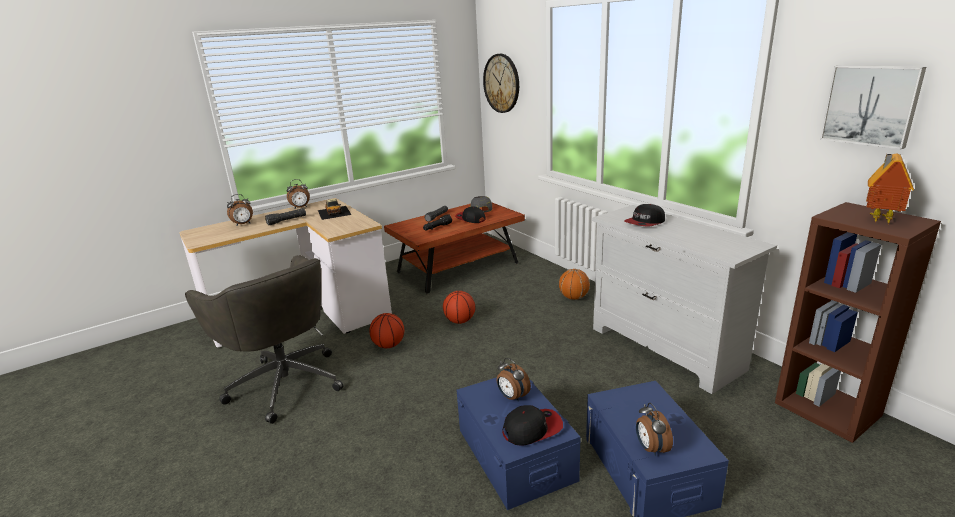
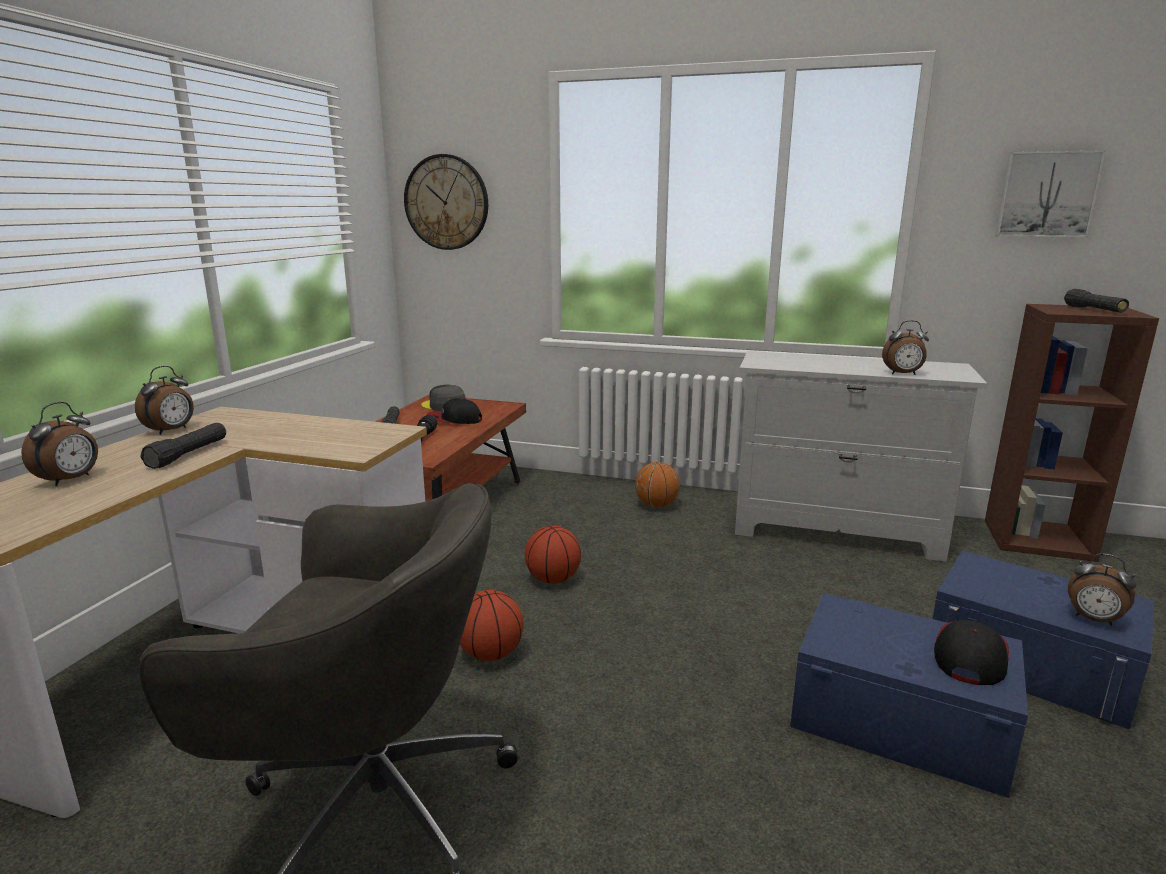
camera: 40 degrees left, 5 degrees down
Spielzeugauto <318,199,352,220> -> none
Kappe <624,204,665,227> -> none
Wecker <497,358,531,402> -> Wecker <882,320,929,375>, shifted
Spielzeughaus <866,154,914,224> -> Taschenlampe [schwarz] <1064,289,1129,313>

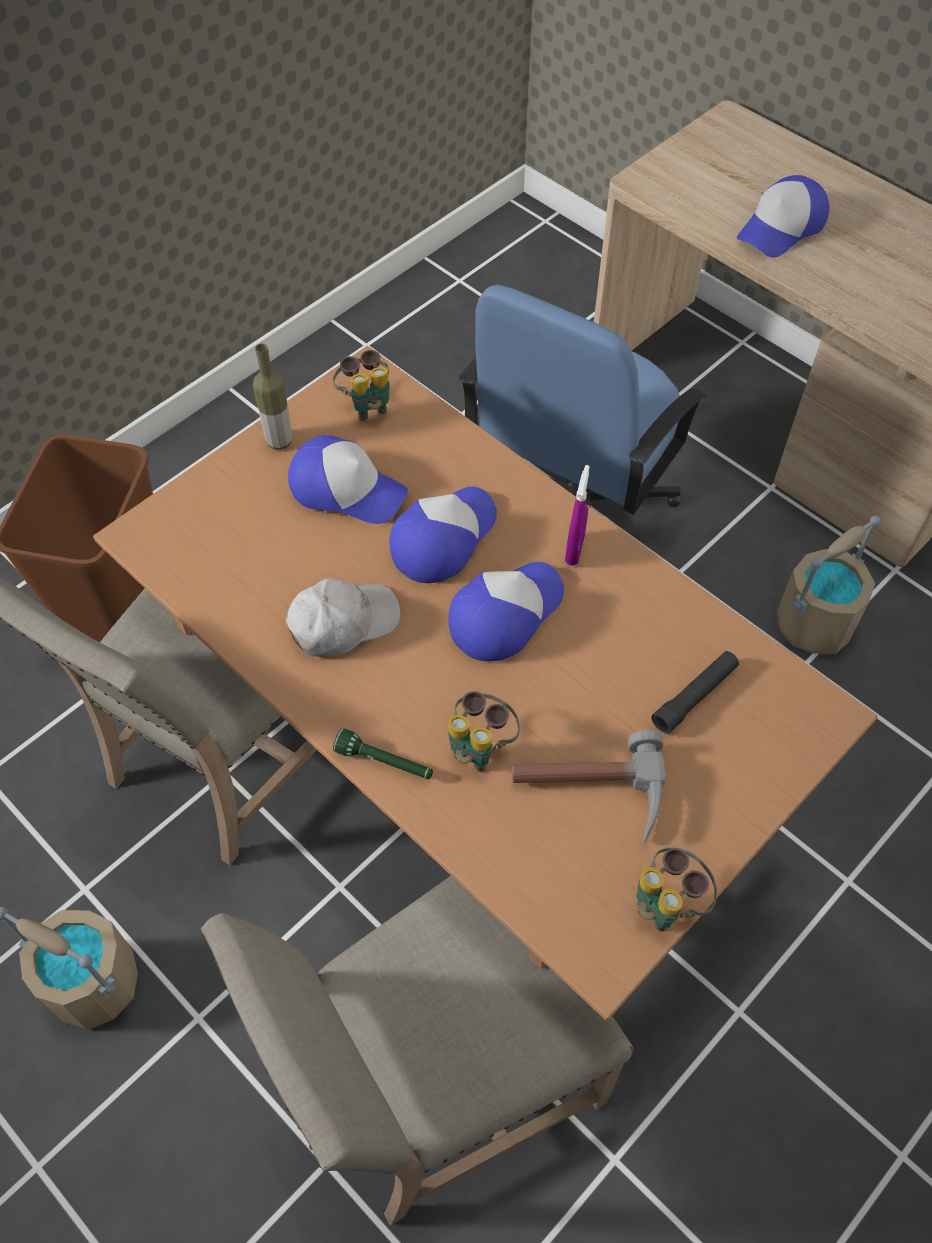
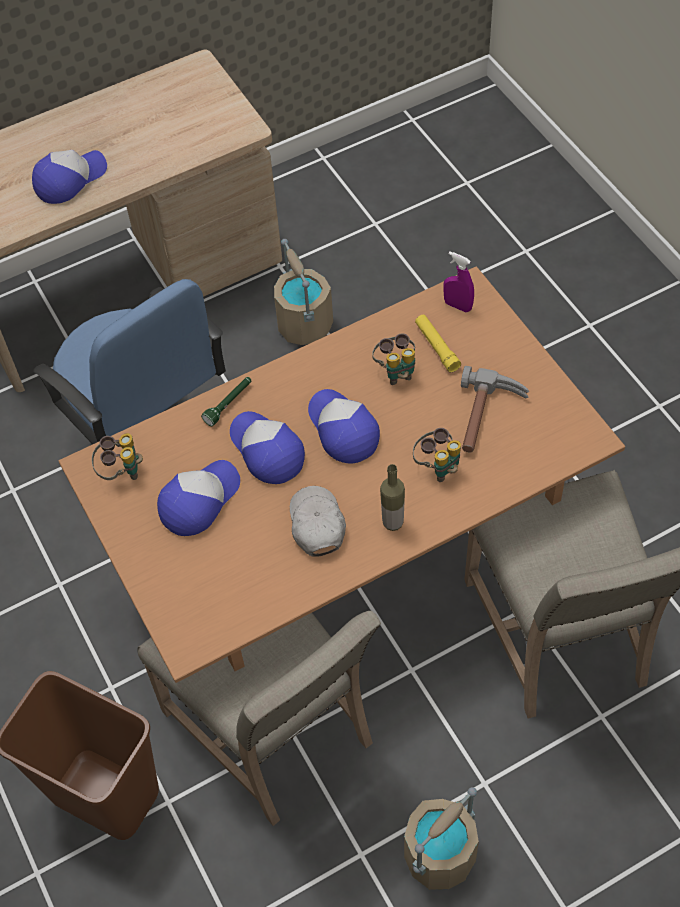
camera: 70 degrees left, 0 degrees up
Flasche <253,344,292,450> -> Flasche <380,464,405,531>, shifted
Taschenlampe [grün] <333,728,433,779> -> Taschenlampe [grün] <201,377,251,426>, shifted
Sprühflasche [lila] <565,465,590,566> -> Sprühflasche [lila] <443,251,474,312>, shifted
Fernglas <637,847,717,931> -> Fernglas <372,333,415,385>, shifted
Taschenlampe [schwarz] <651,651,739,734> -> Taschenlampe [gelb] <415,315,461,372>
Kappe <737,175,830,258> -> Kappe <32,150,107,204>, 105 degrees counterclockwise

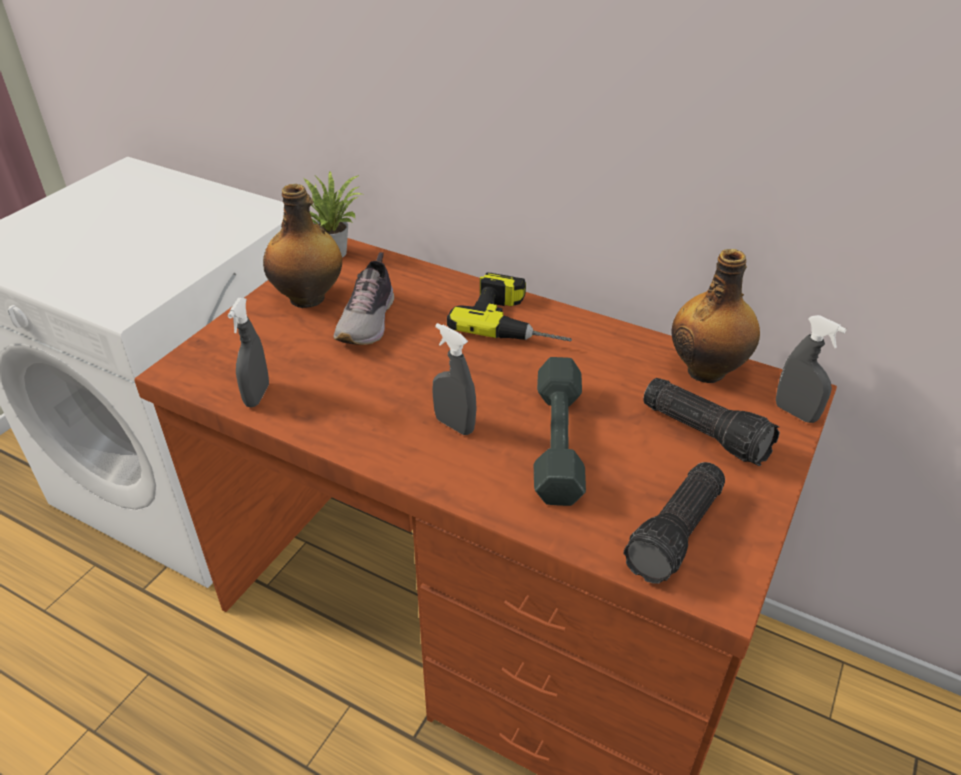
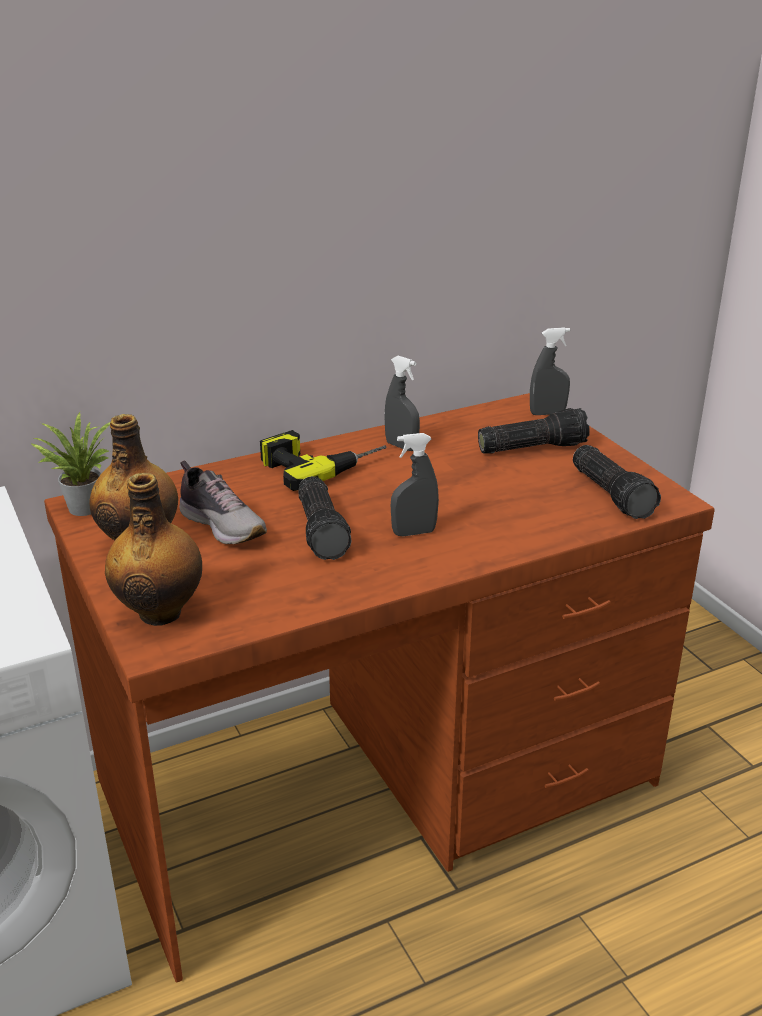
camera: 55 degrees left, 10 degrees down
Hantel [grau] <534,357,586,506> -> none
none -> Taschenlampe <298,476,351,560>
Sprühflasche [grau] <227,298,269,407> -> Sprühflasche [grau] <384,356,420,451>, shifted
Flasche <671,249,760,383> -> Flasche <105,473,202,626>, shifted

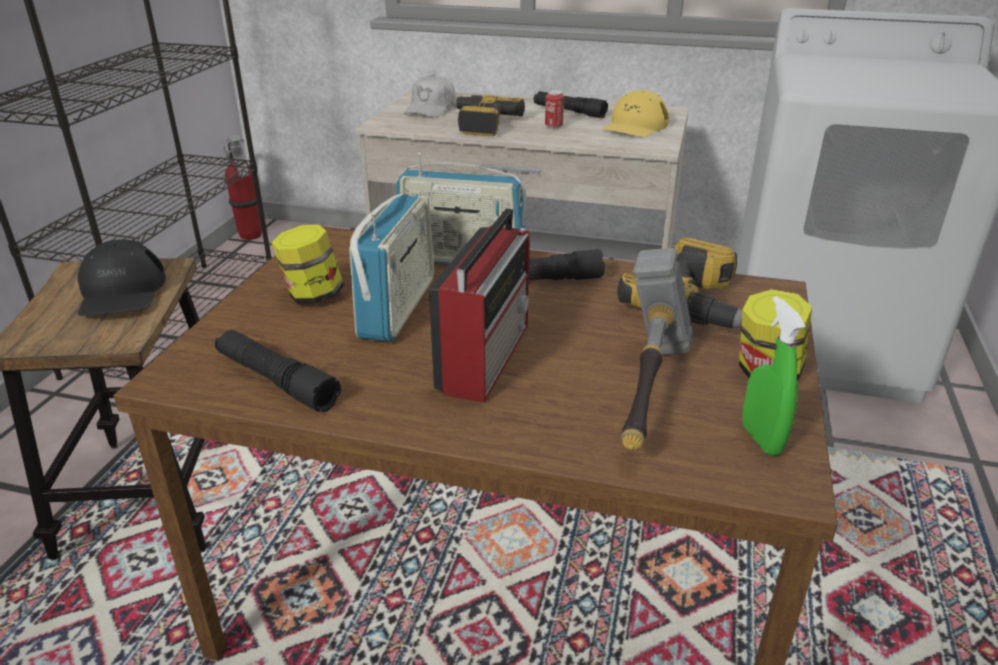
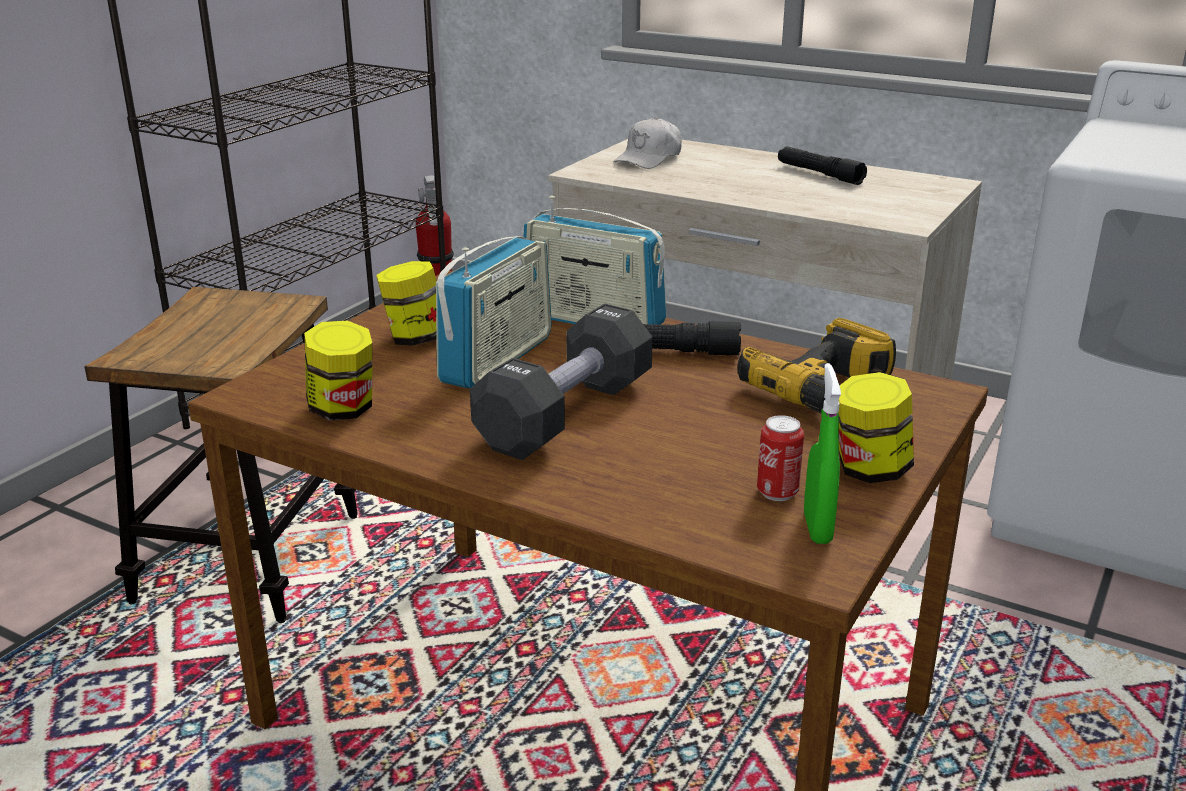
camera: 15 degrees right, 5 degrees down
Kappe [schwarz] <77,239,166,316> -> none
Bohrmaschine <451,95,525,136> -> none
Kappe [gelb] <602,90,669,137> -> none
Hammer <622,248,693,451> -> none
Dose <545,90,564,129> -> Dose <757,415,804,501>, shifted
Taschenlampe [schwarz] <215,330,341,412> -> Vorratsglas <304,321,373,421>
Radio <429,208,530,403> -> Hantel [schwarz] <470,304,653,460>

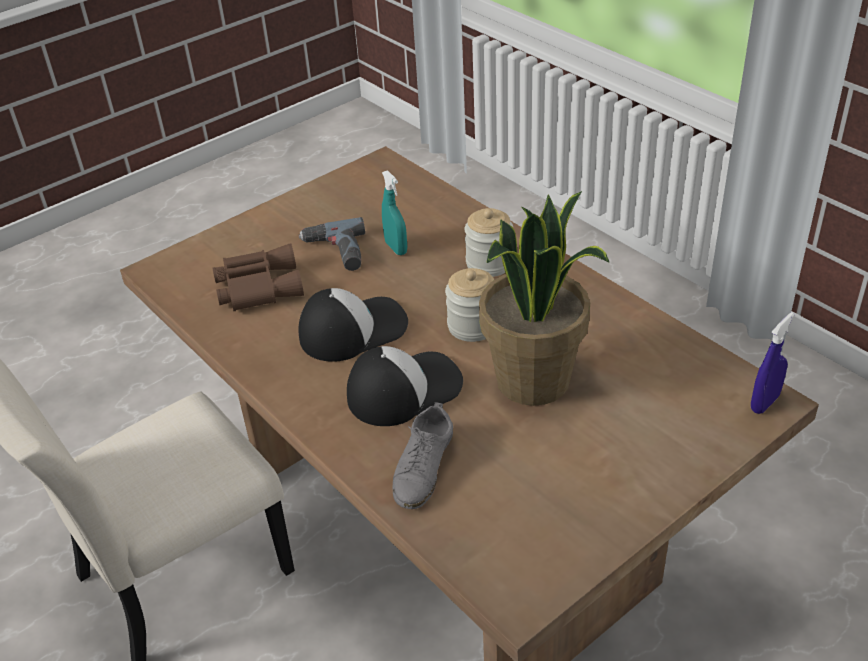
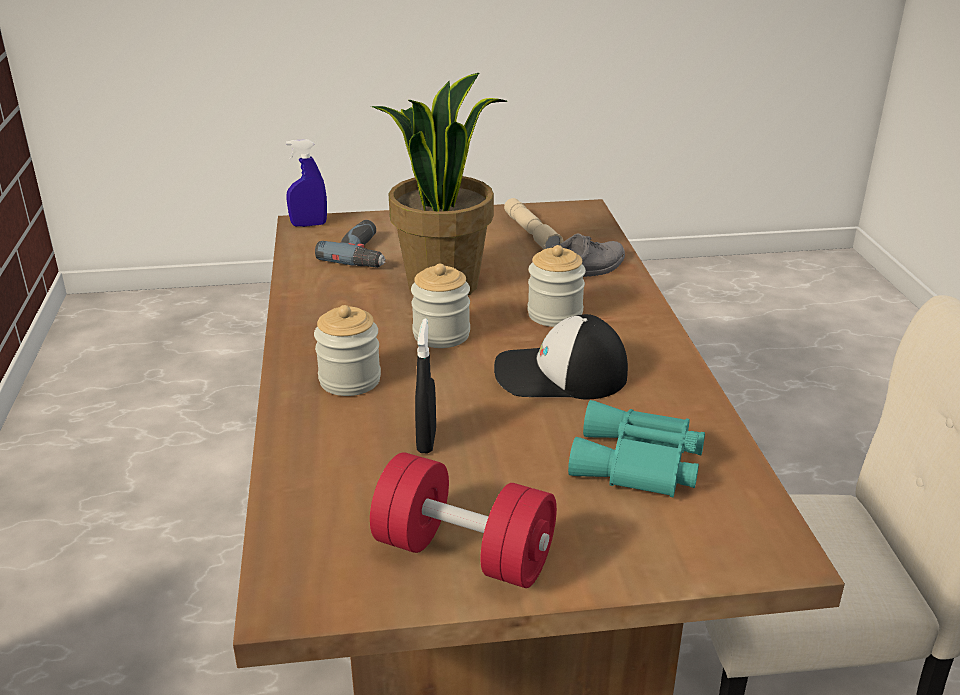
camera: 150 degrees left, 10 degrees down
none -> Hantel [rot] <370,452,557,588>
none -> Taschenlampe [beige] <504,198,564,249>
Bohrmaschine <299,217,365,271> -> Bohrmaschine <315,220,386,268>, shifted
Kappe <347,346,463,426> -> Vorratsglas <527,245,586,327>
Fernglas [braun] <212,243,304,311> -> Fernglas [türkis] <568,400,705,497>
Sprühflasche [türkis] <382,170,407,255> -> Sprühflasche [schwarz] <415,318,436,453>

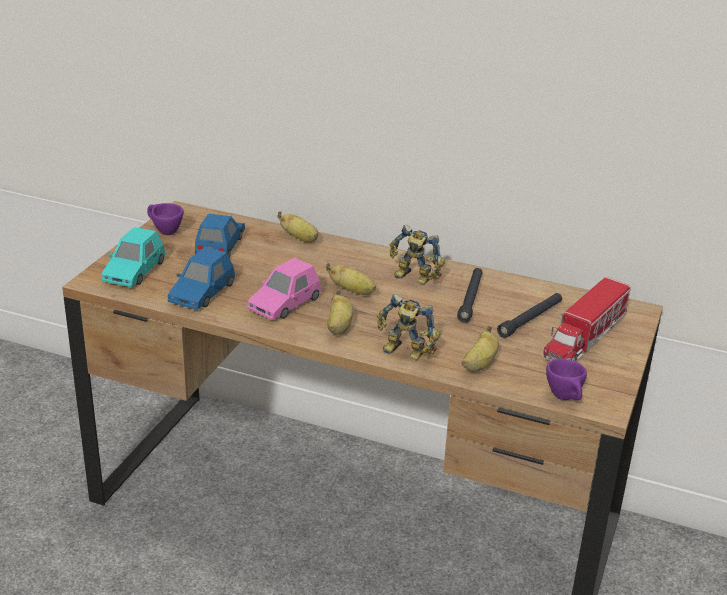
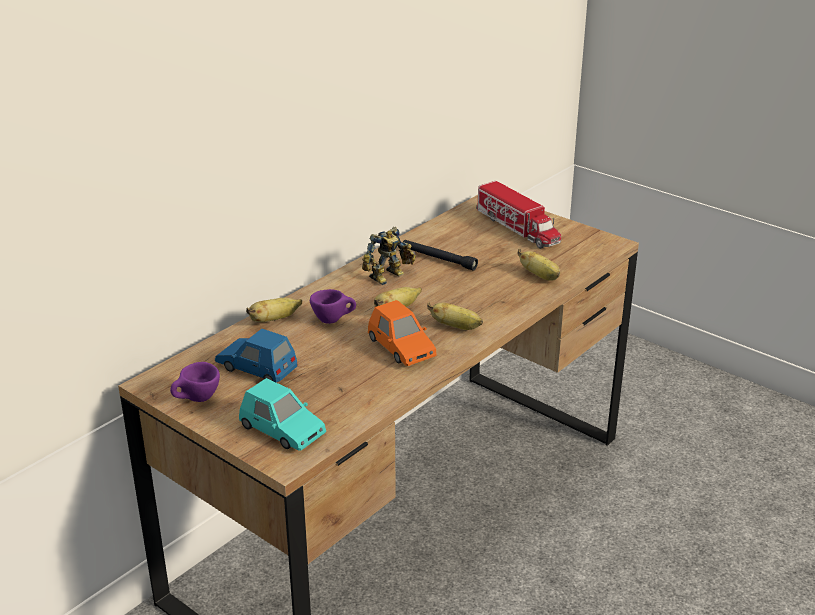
camera: 70 degrees left, 0 degrees up
Spielzeugauto [blau] <168,247,235,310> -> none
Spielzeugroboter <377,294,440,360> -> none
Taschenlampe [schwarz] <497,293,562,338> -> none
Tasse [lila] <546,359,587,400> -> Tasse [lila] <310,289,356,324>, shifted
Spielzeugauto [rosa] <247,258,321,320> -> Spielzeugauto [orange] <368,300,437,366>

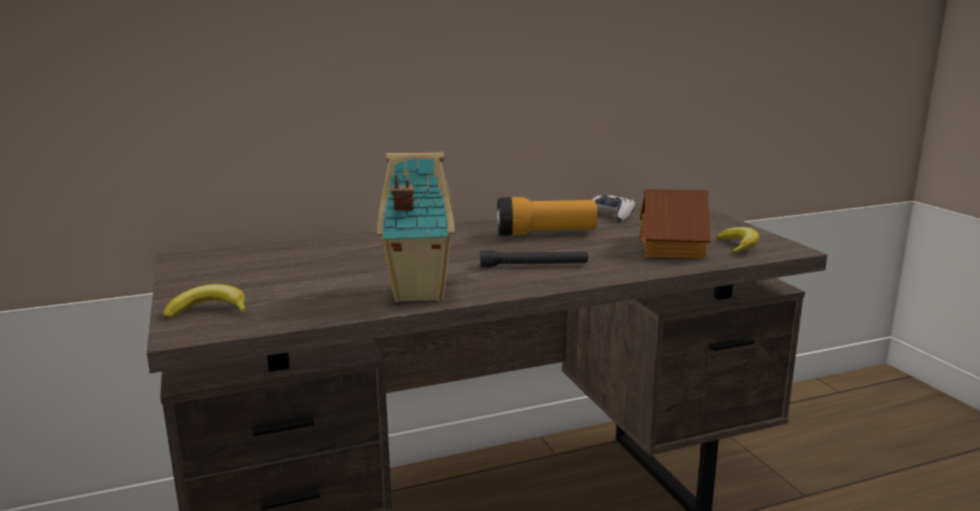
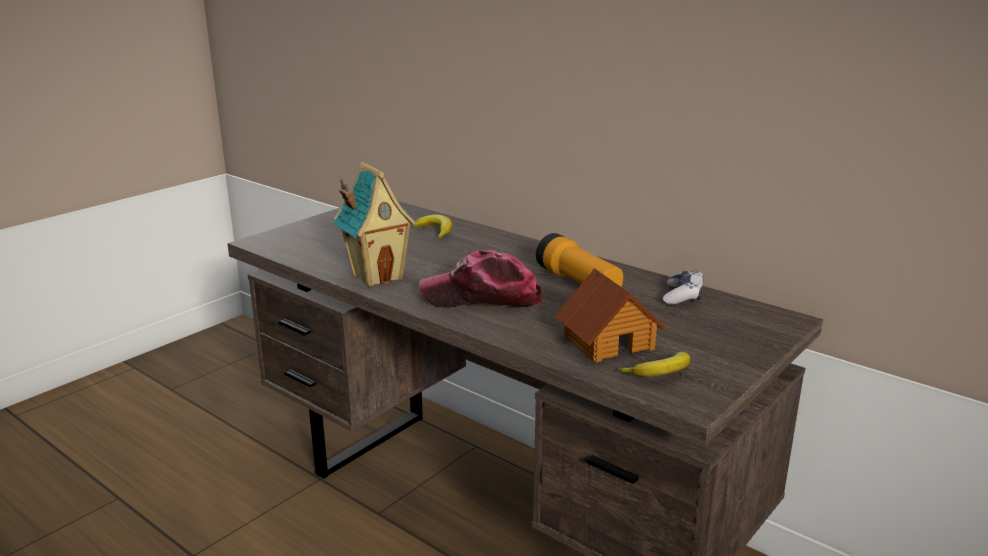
camera: 60 degrees right, 5 degrees up
Banane <164,284,247,319> -> Banane <412,214,452,240>, shifted
Taschenlampe [schwarz] <480,250,588,267> -> Kappe <419,250,543,308>

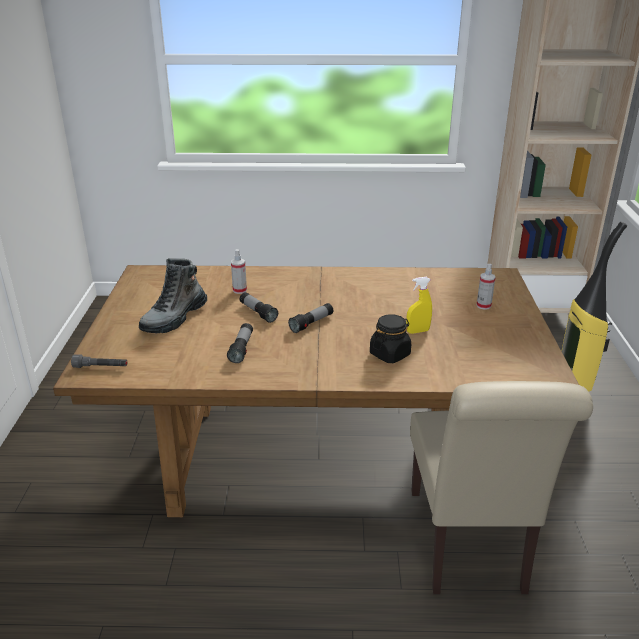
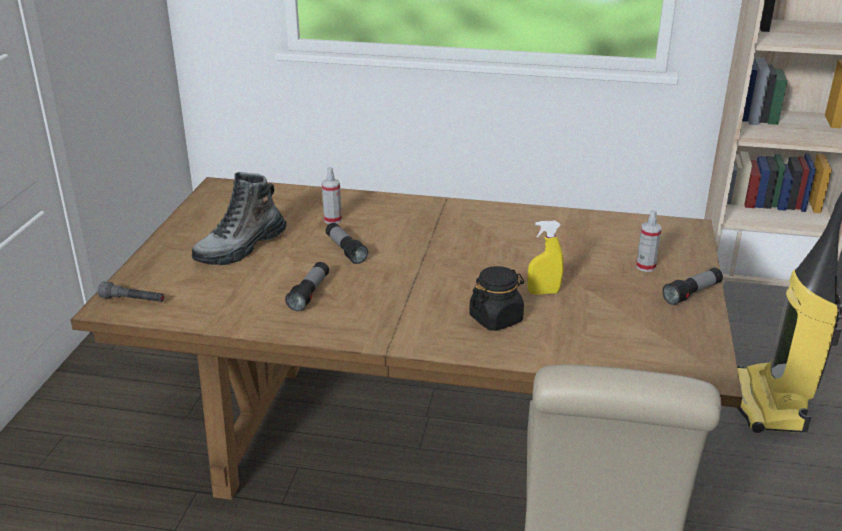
camera: 10 degrees right, 0 degrees up
Taschenlampe <288,303,333,333> -> Taschenlampe <662,267,723,305>, shifted

